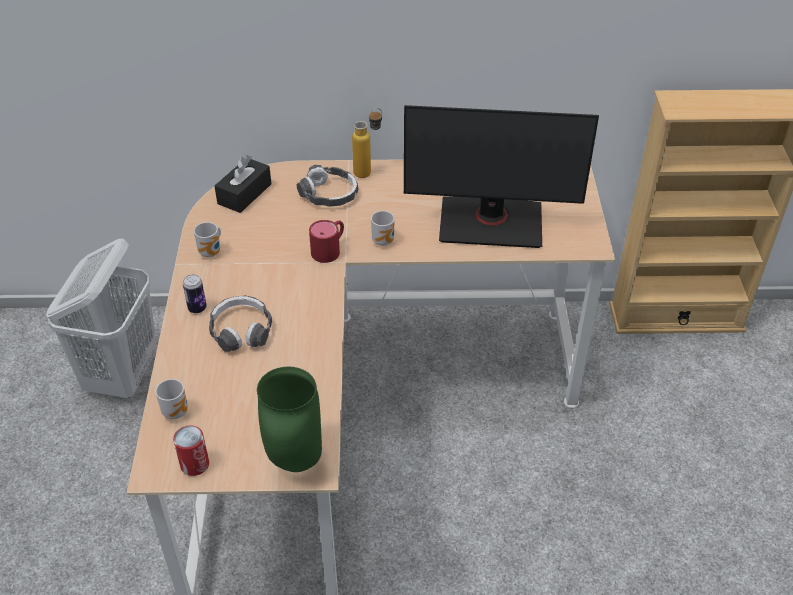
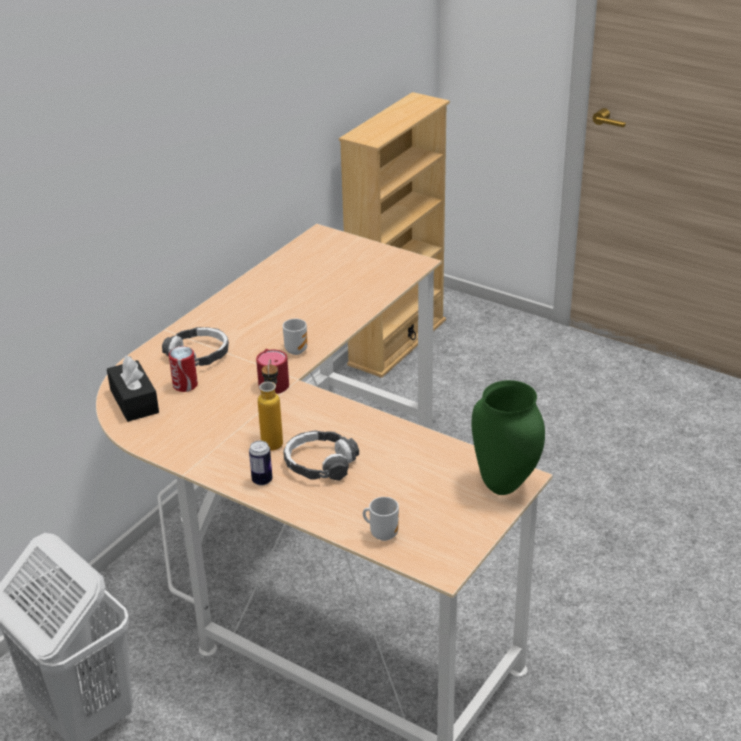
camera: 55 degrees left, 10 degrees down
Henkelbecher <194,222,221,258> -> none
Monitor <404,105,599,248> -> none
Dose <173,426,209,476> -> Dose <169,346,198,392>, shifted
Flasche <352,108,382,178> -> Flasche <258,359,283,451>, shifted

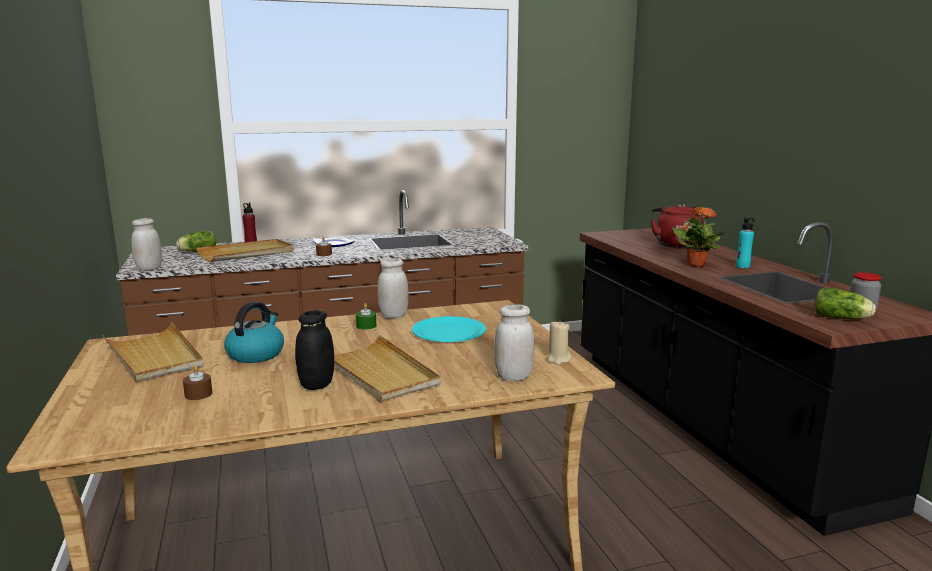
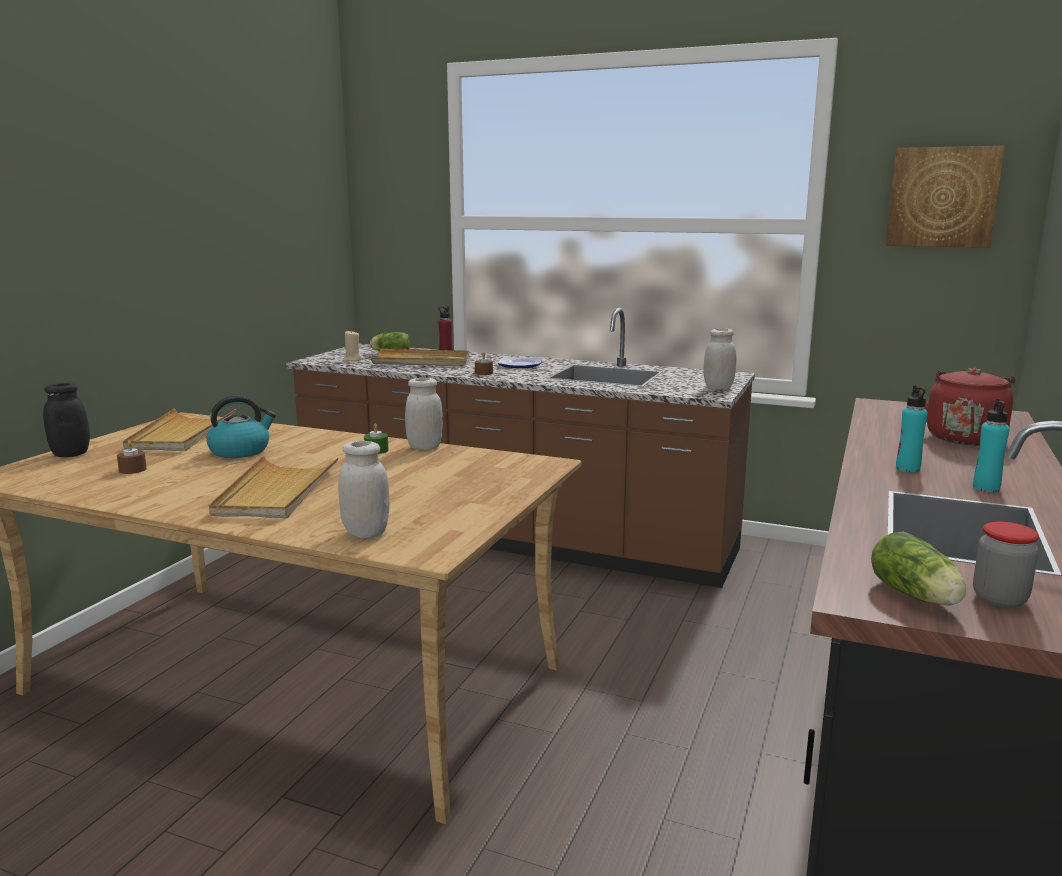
camera: 40 degrees right, 0 degrees up
Teller [türkis] <412,316,486,342> -> none
none -> Bild <885,146,1005,248>
Vorratsglas [weiß] <131,218,162,270> -> Vorratsglas [weiß] <704,328,736,389>, shifted
Vorratsglas [schwarz] <295,310,334,390> -> Vorratsglas [schwarz] <43,383,90,457>, shifted
Kerze [beige] <547,321,571,365> -> Kerze [beige] <344,330,362,361>, shifted
Topfpflanze <672,206,724,267> -> Flasche [türkis] <896,385,928,472>

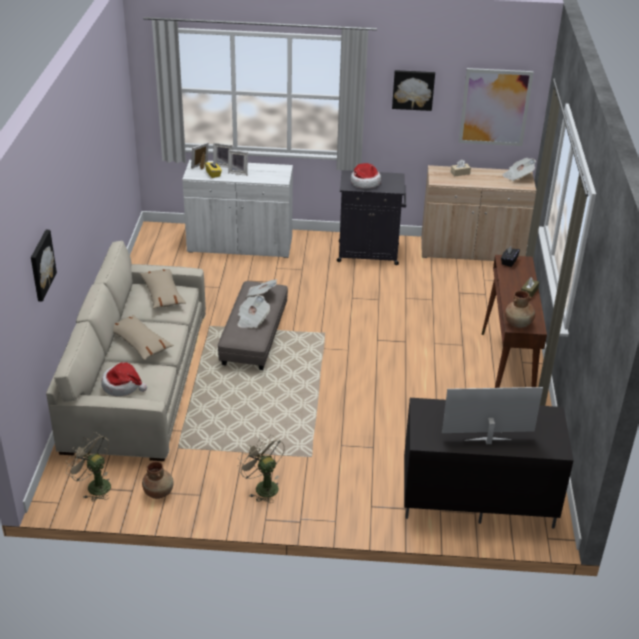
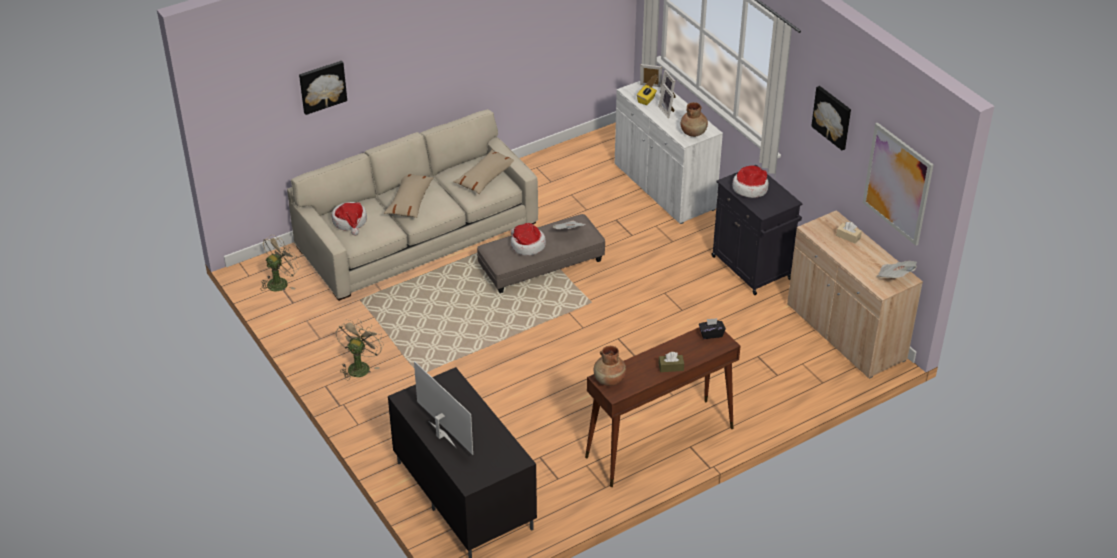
camera: 55 degrees right, 5 degrees up
Vase [braun] <142,461,174,499> -> Vase [braun] <681,102,708,137>, shifted
Zeitung <238,295,270,328> -> Hut <511,223,546,256>
Ventilator [beige] <66,432,111,501> -> Ventilator [beige] <261,235,298,291>, 45 degrees clockwise

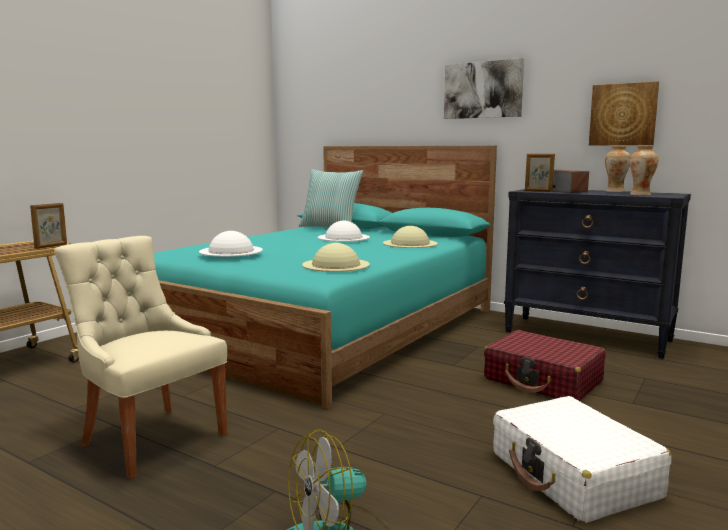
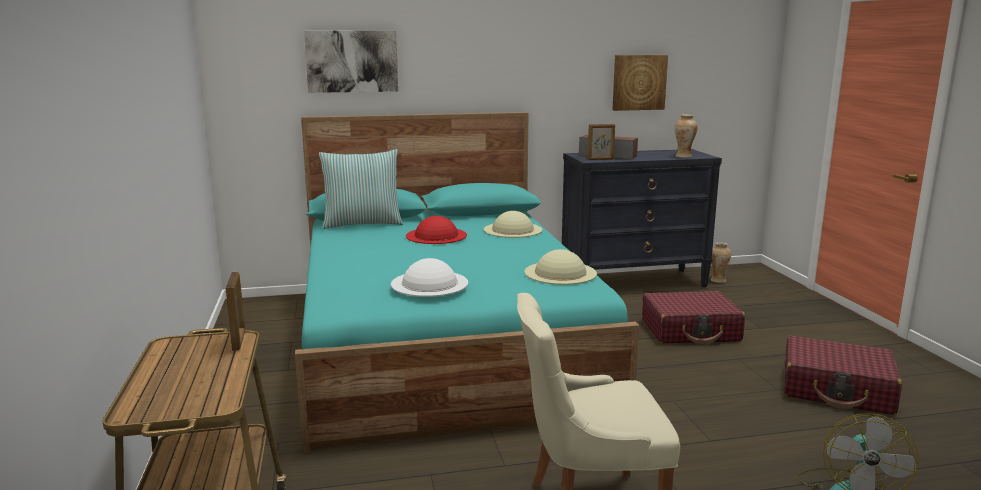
camera: 45 degrees left, 5 degrees up
Bild <444,58,524,119> -> Bild <304,31,398,93>, shifted
Vase <605,146,631,192> -> Vase <710,242,731,283>, shifted
Hut [weiß] <318,221,370,242> -> Hut [rot] <406,216,467,244>
Koffer [weiß] <493,396,671,523> -> Koffer [rot] <784,335,902,415>

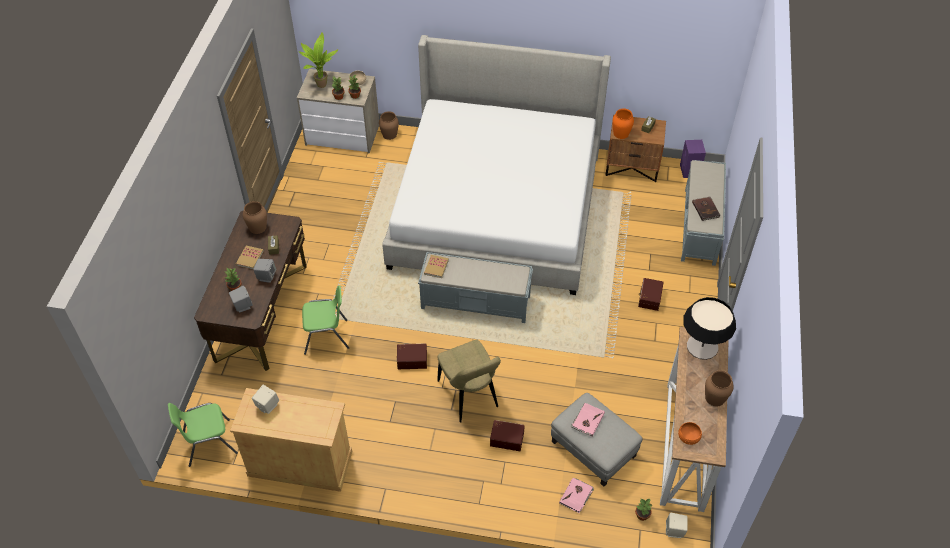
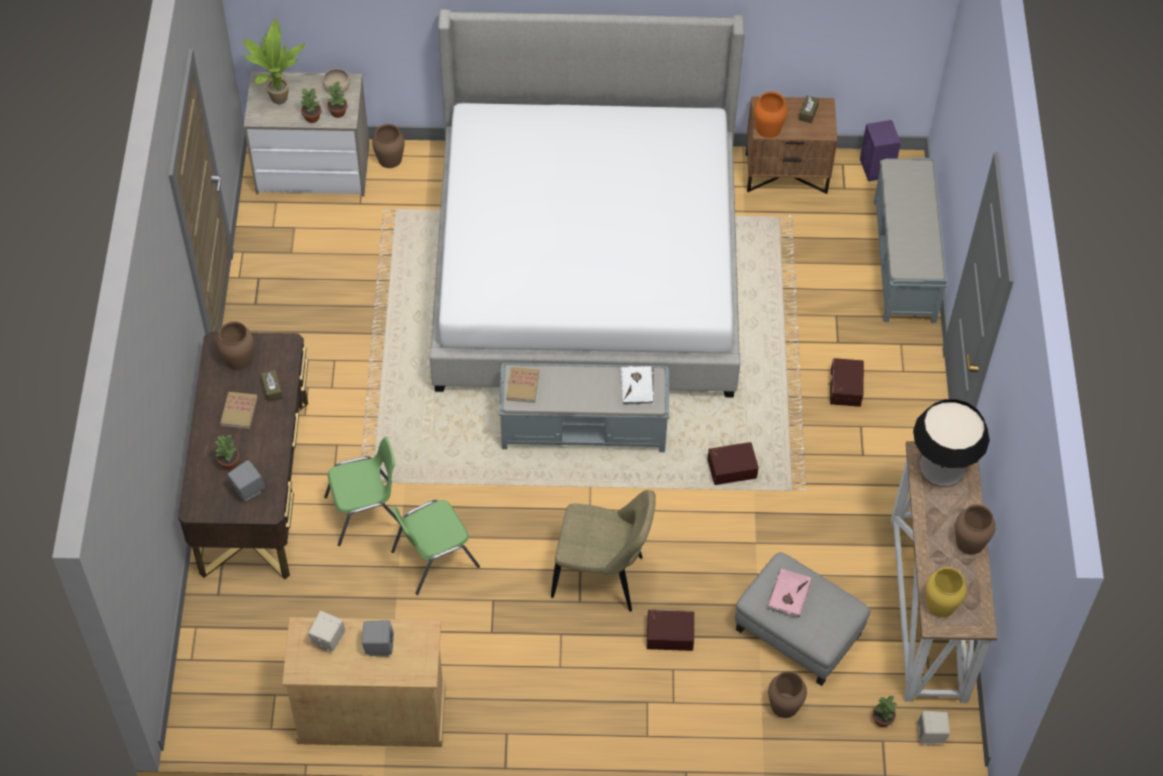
camera: 10 degrees left, 5 degrees up
Buch [braun] <692,197,721,221> -> none
none -> Buch [weiß] <620,366,654,405>
Stuhl [grün] <168,403,238,467> -> Stuhl [grün] <391,500,480,595>, shifted
Lautsprecher [grau] <253,259,276,283> -> Lautsprecher [grau] <362,620,394,657>, shifted
Aufbewahrungsbox [braun] <397,343,427,369> -> Aufbewahrungsbox [braun] <707,442,759,485>, shifted
Buch [rosa] <559,478,594,513> -> Vase [braun] <768,671,807,718>
Schüssel [orange] <678,422,702,445> -> Vase [gelb] <926,567,967,617>
Stuhl [beige] <437,340,501,423> -> Stuhl [beige] <551,490,656,612>, 45 degrees counterclockwise

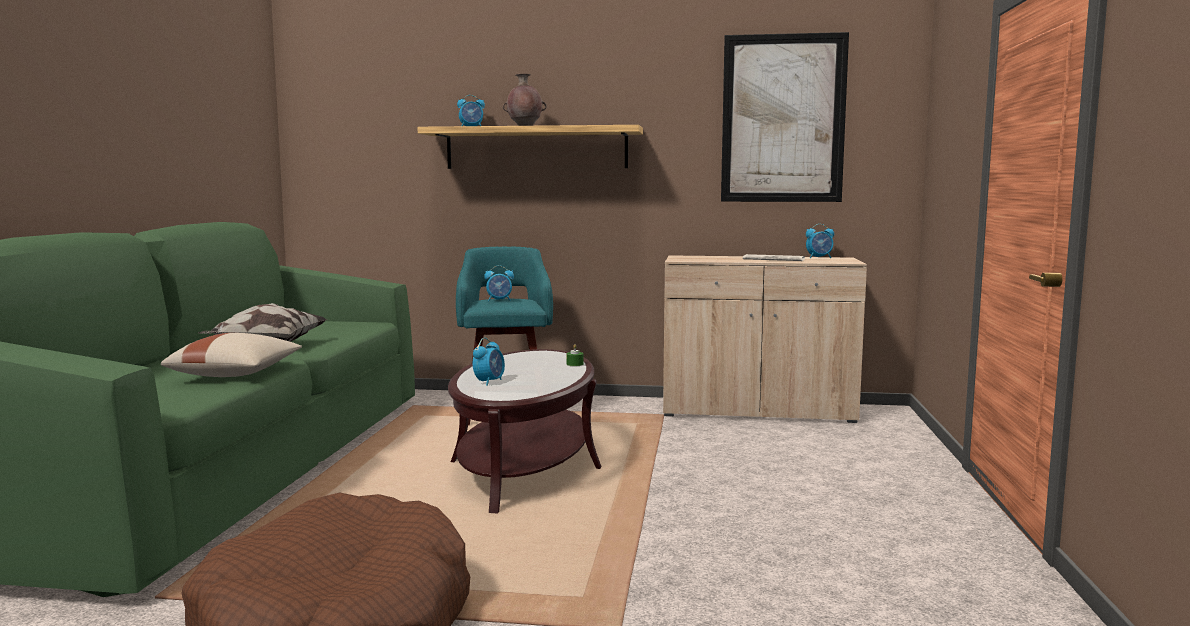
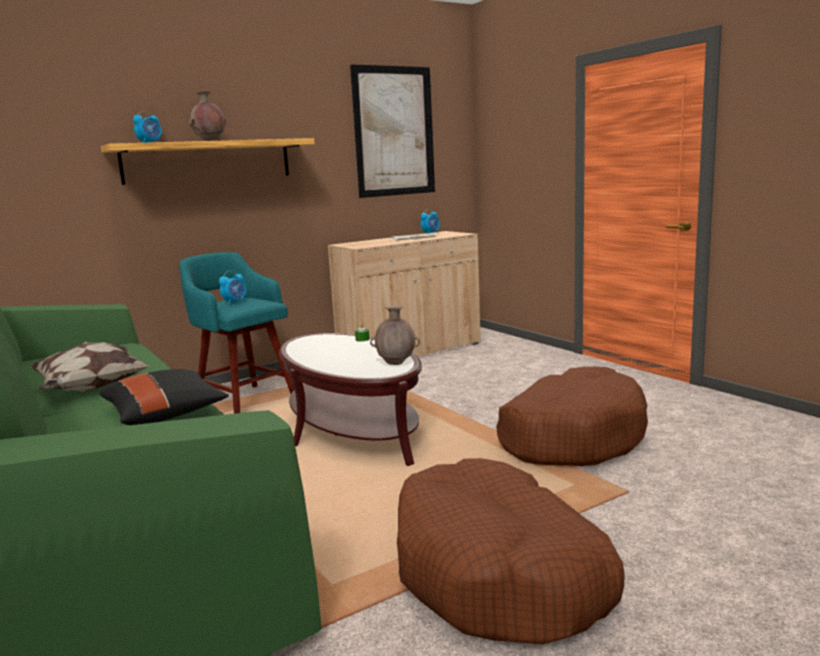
camera: 40 degrees left, 5 degrees up
Wecker <473,338,505,386> -> none
none -> Vase [braun] <370,305,420,365>
none -> Hundebett [braun] <496,367,648,466>
Kissen [beige] <161,333,302,377> -> Kissen [schwarz] <100,369,229,425>

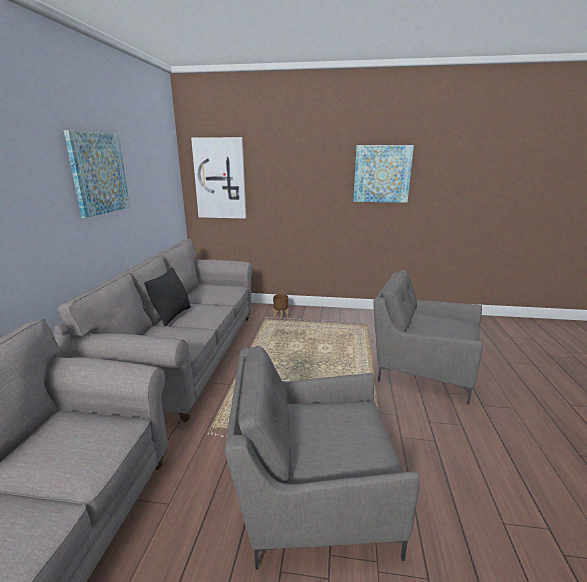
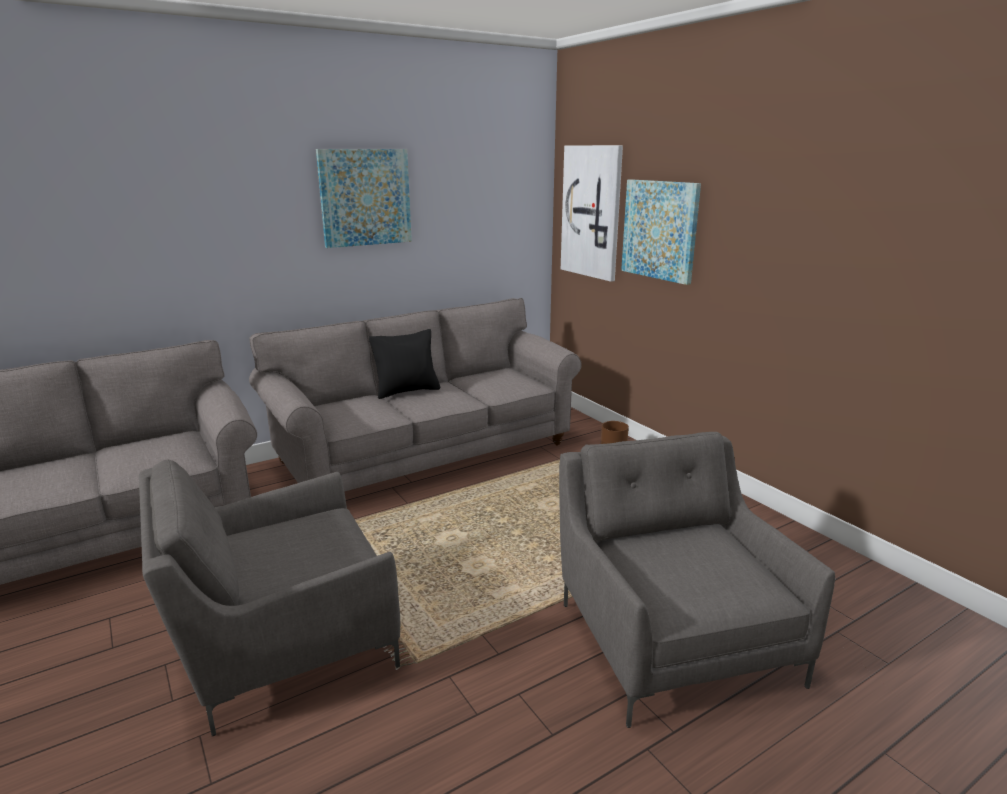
camera: 50 degrees right, 0 degrees up
Bild <353,145,414,203> -> Bild <621,179,701,285>, shifted
Sessel [grau] <225,346,419,569> -> Sessel [grau] <139,459,400,736>, 75 degrees counterclockwise

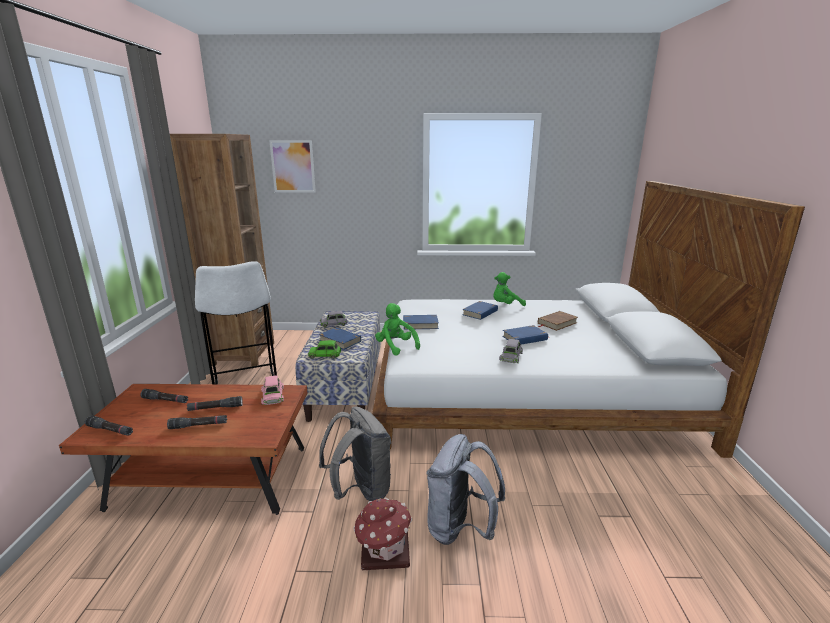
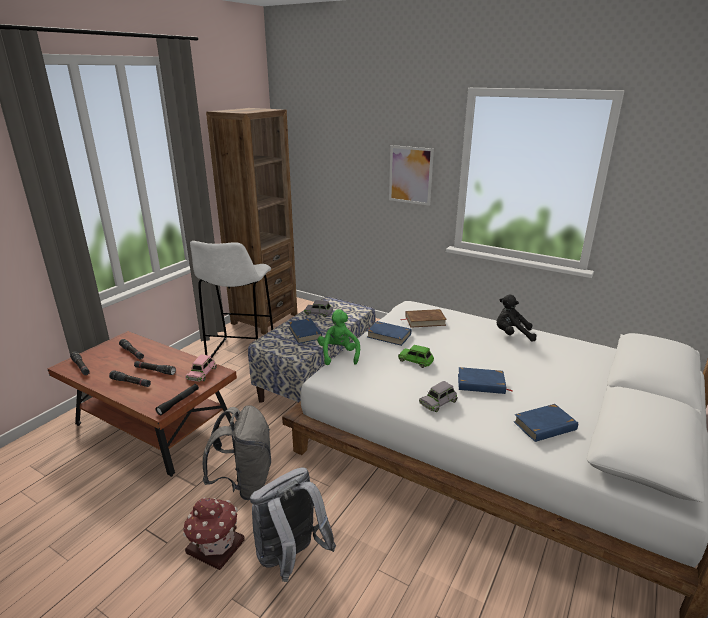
camera: 30 degrees right, 5 degrees up
none -> Taschenlampe [schwarz] <156,384,199,415>
Bild <269,140,316,192> -> Bild <389,145,434,206>, shifted
Spielzeugauto [grün] <308,340,341,359> -> Spielzeugauto [grün] <398,345,434,368>, shifted
Buch [blau] <462,301,498,320> -> Buch [blau] <514,404,578,442>, shifted
Buch [braun] <537,311,578,331> -> Buch [braun] <400,309,447,328>, shifted
Plüschtier [grün] <493,272,526,306> -> Plüschtier [schwarz] <497,295,537,342>

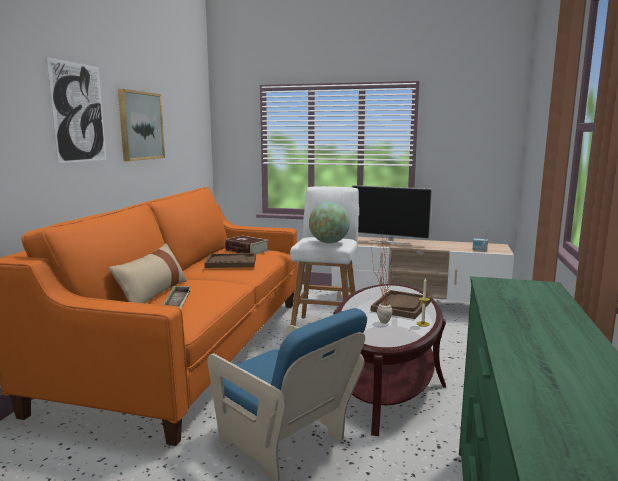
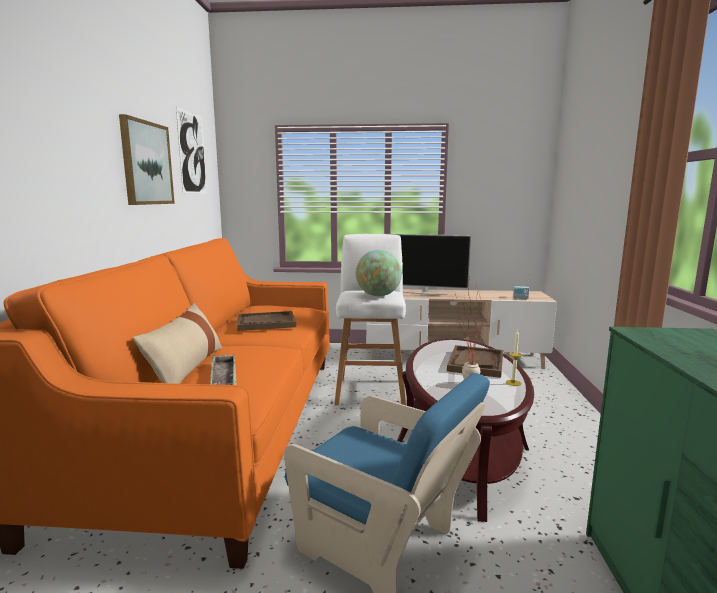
camera: 10 degrees left, 0 degrees up
Buch <225,235,269,255> -> none
Bild <46,57,107,163> -> Bild <176,107,207,193>, shifted

